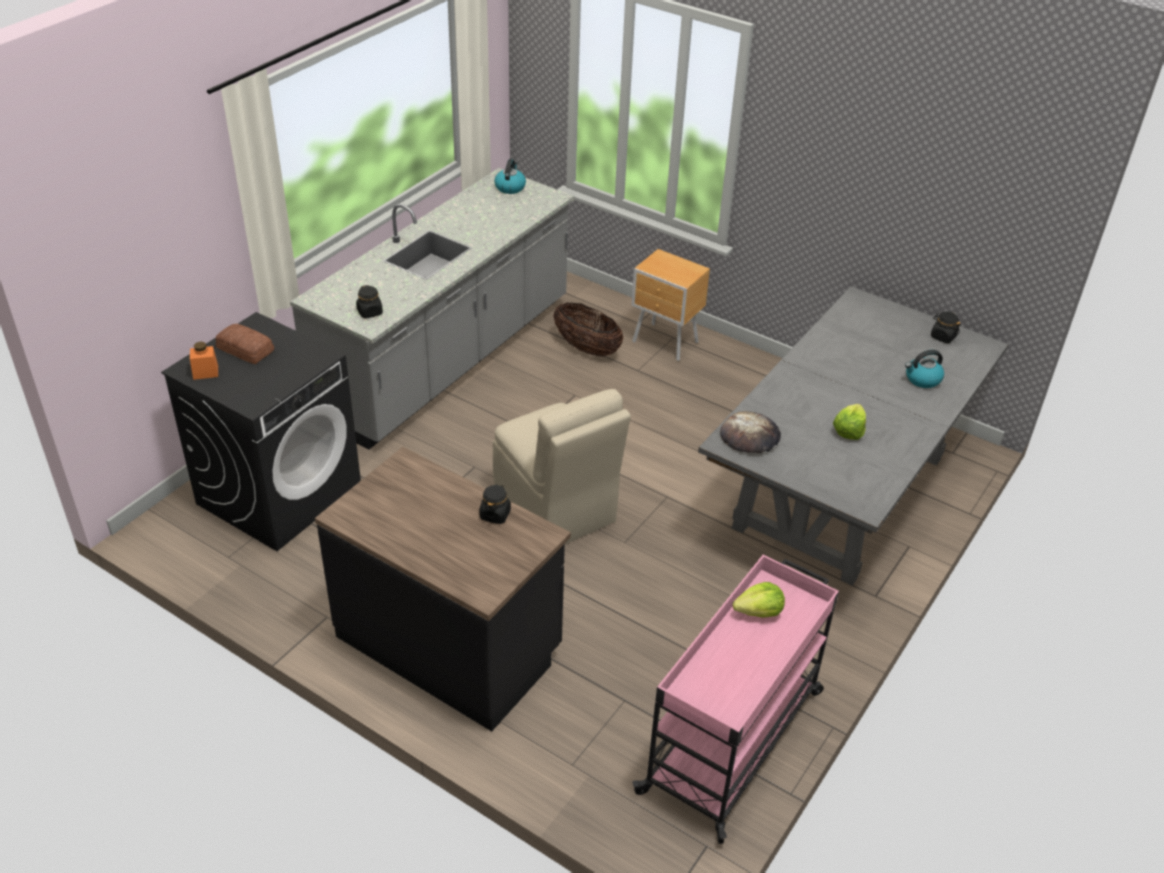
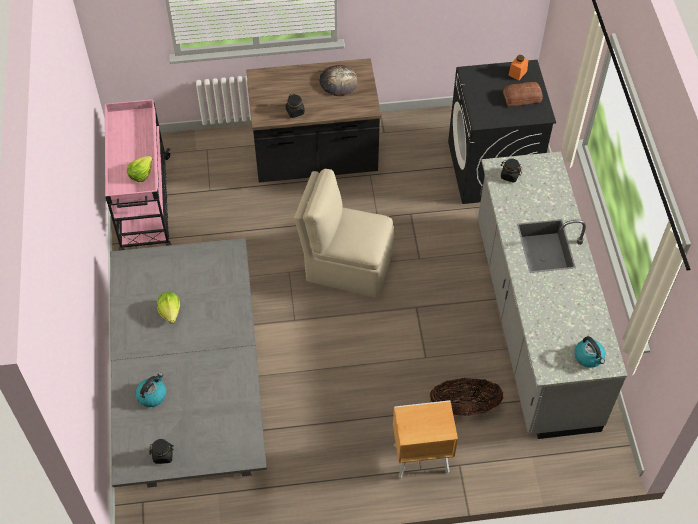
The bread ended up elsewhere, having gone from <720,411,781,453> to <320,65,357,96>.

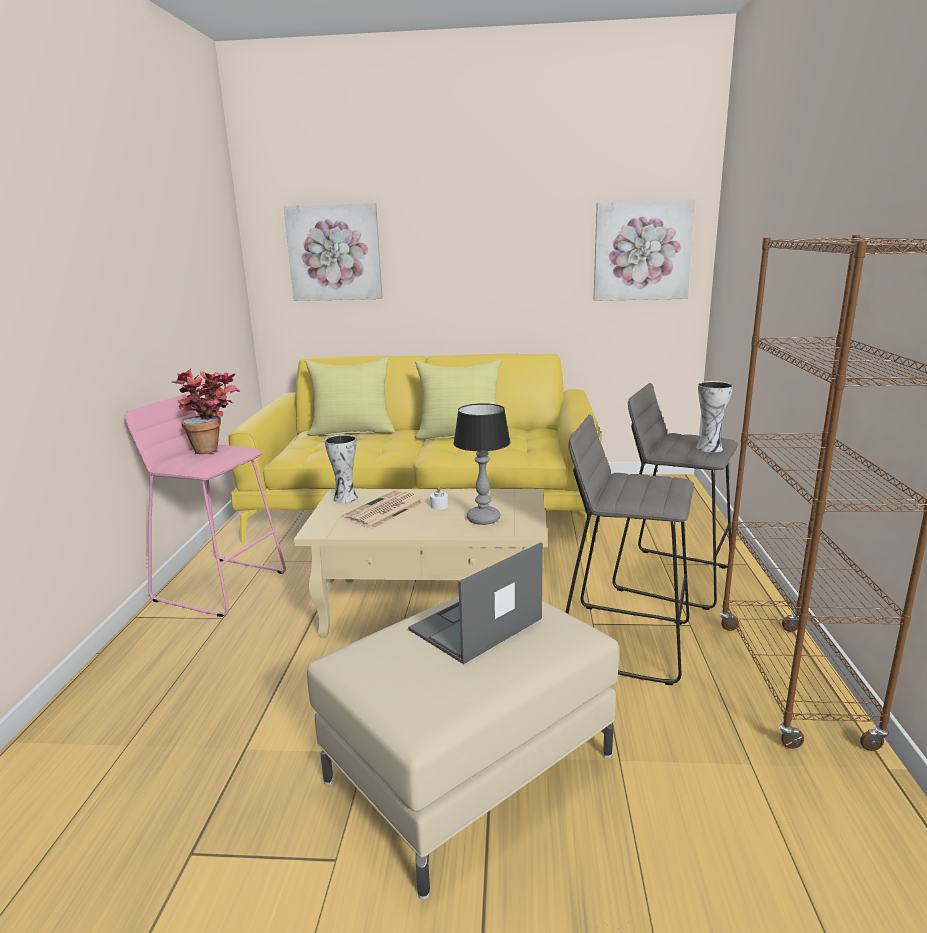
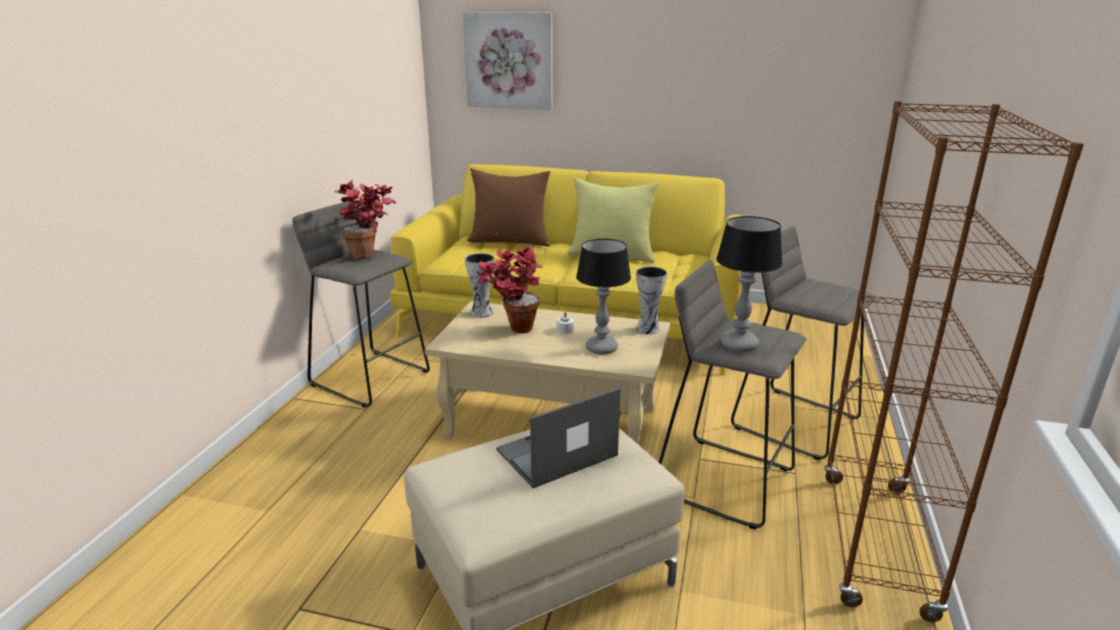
What was the pink sitting stool at <125,395,286,617> turned into the gray sitting stool at <292,202,430,408>. What was the yellow pillow at <305,357,395,436> turned into the brown pillow at <467,168,550,247>. Where the printed paper stood at <341,490,426,529>, the houseplant came to stand at <477,247,543,333>. The second view lost the wall art at <593,199,696,301>. The vase ended up elsewhere, having gone from <696,381,733,452> to <636,266,667,334>. The second view gained the tabletop lamp at <716,216,783,352>.

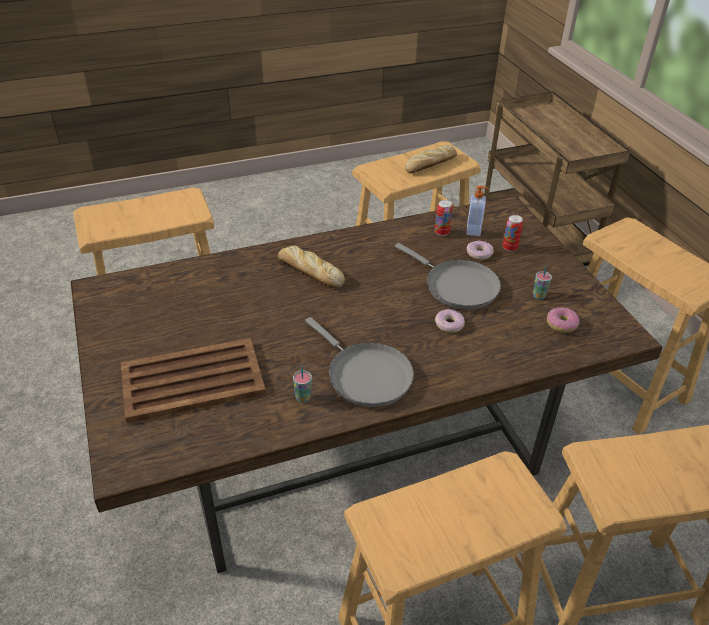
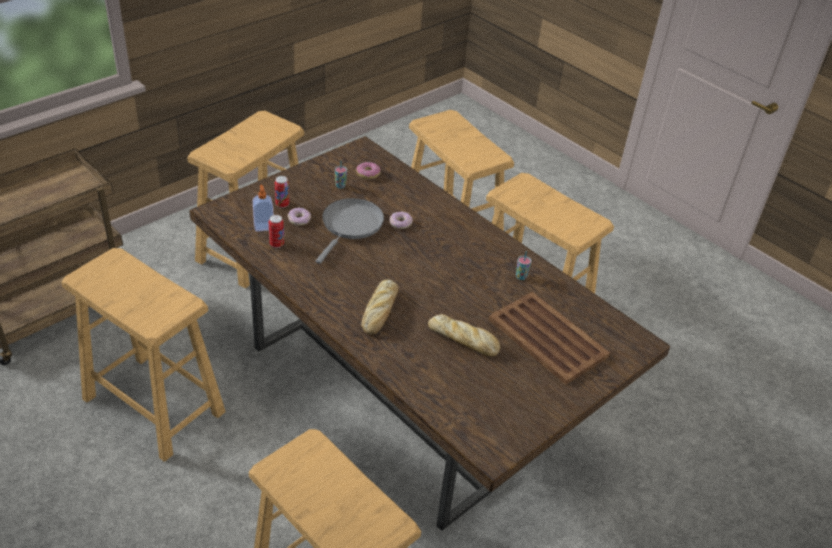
The second view lost the gray frying pan at <305,317,414,407>. The bread ended up elsewhere, having gone from <406,145,457,173> to <428,314,500,357>.

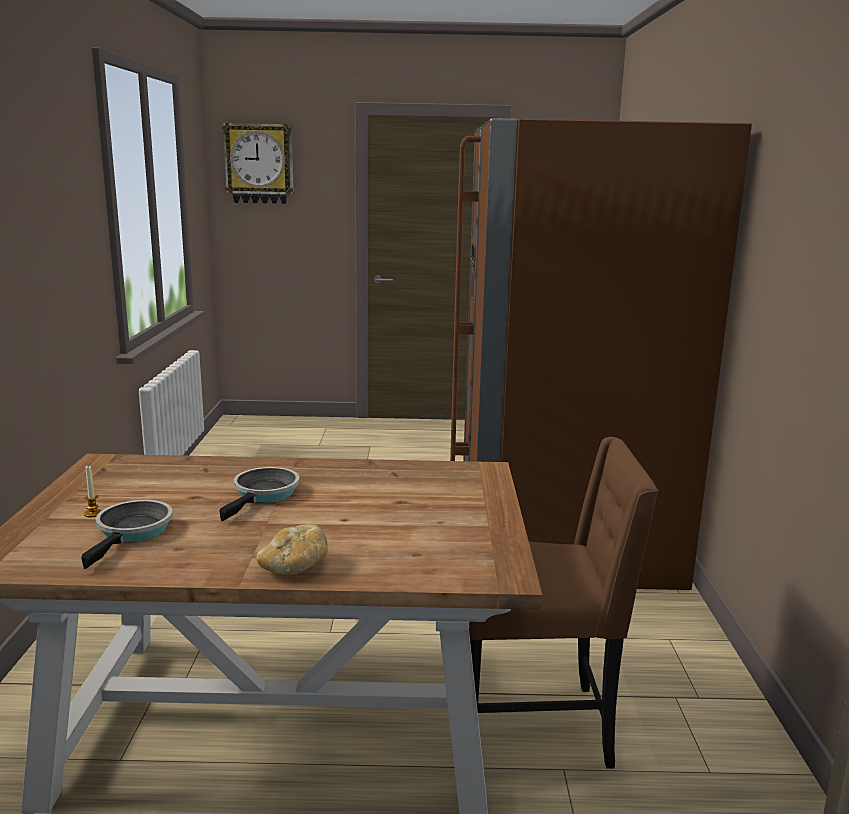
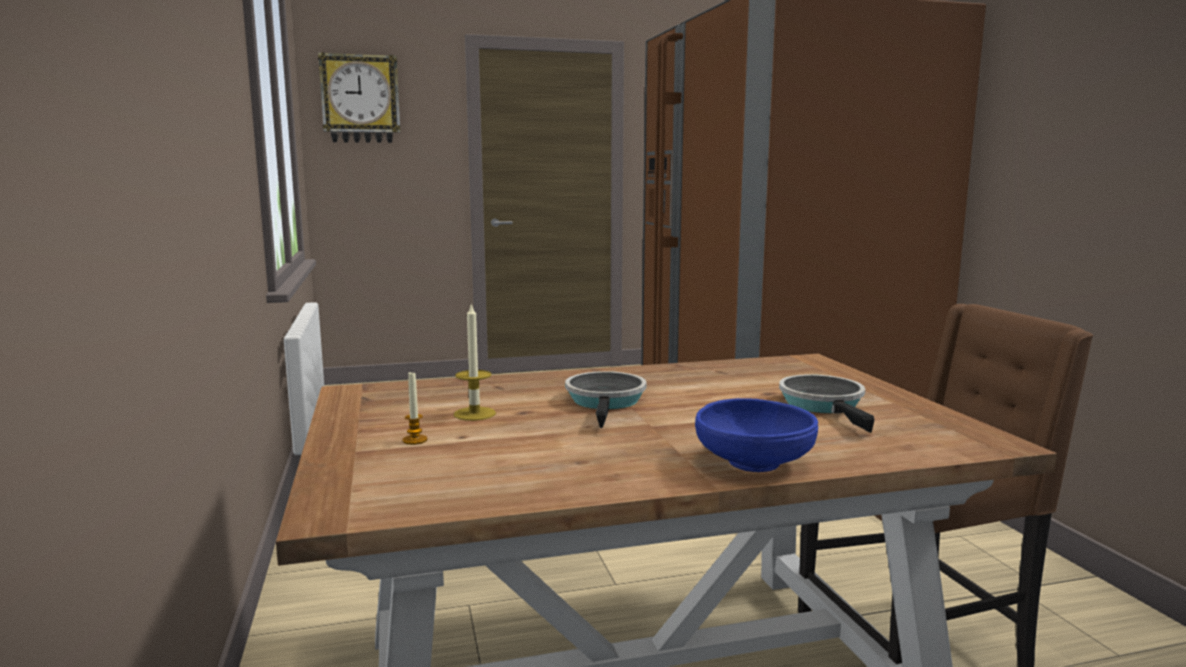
The frying pan ended up elsewhere, having gone from <81,500,173,569> to <779,374,875,433>. Where the bread stood at <256,524,328,575>, the blue serving bowl came to stand at <695,398,818,472>. The second view gained the wax light at <454,305,496,421>.

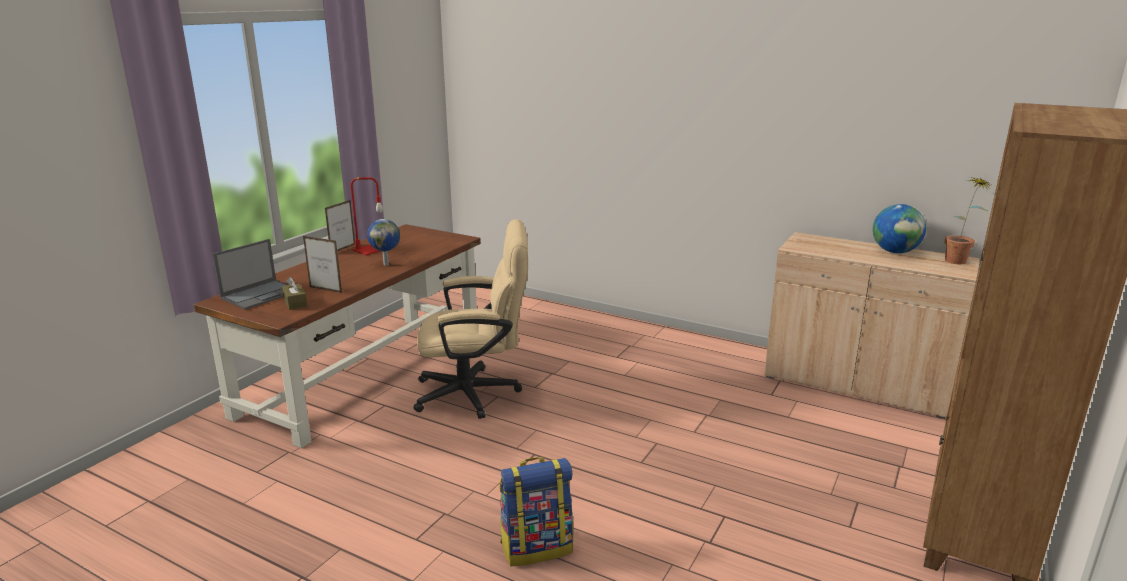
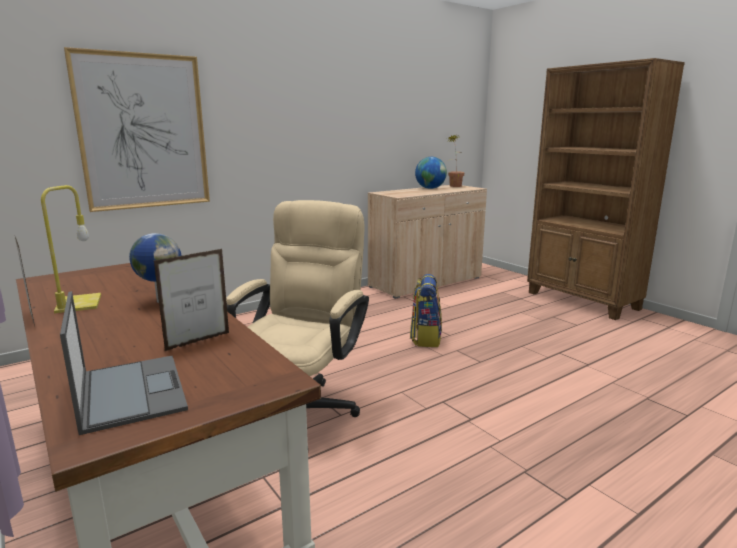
The second view lost the brown tissue box at <282,277,308,310>. What was the reddish tabletop lamp at <351,177,383,256> turned into the yellow tabletop lamp at <41,185,101,313>. The backpack ended up elsewhere, having gone from <499,457,573,566> to <410,274,442,347>. The second view gained the wall art at <64,47,210,212>.

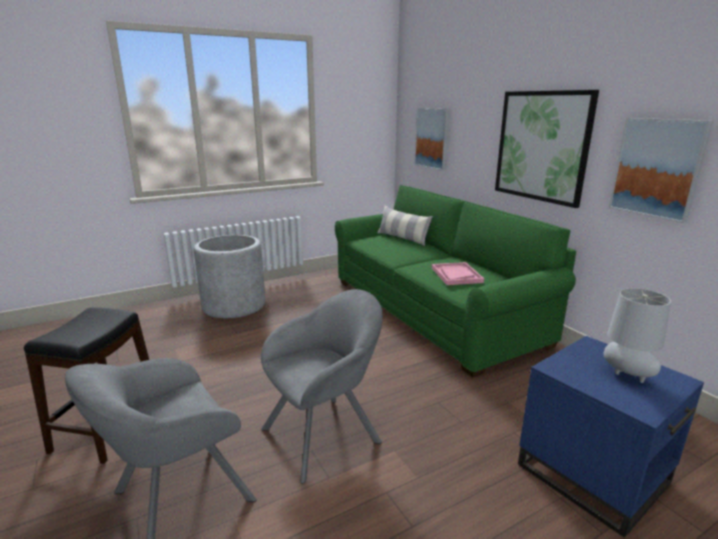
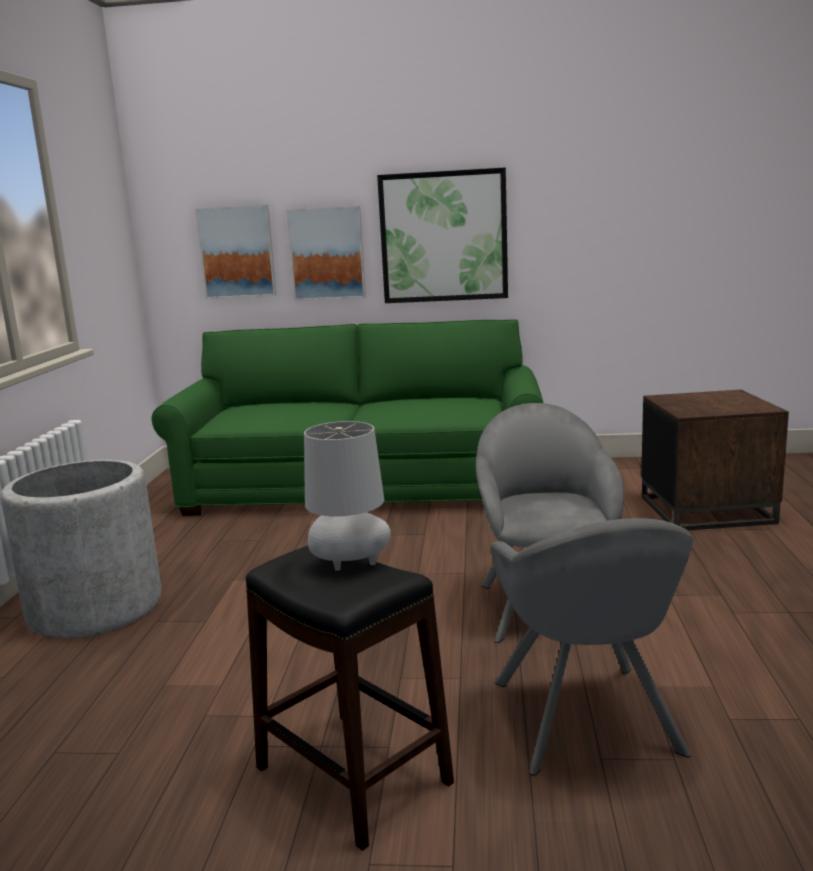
The second view lost the pillow at <377,205,433,246>. The second view lost the pink serving tray at <432,262,484,285>. What was the blue end table at <518,336,704,538> turned into the brown end table at <641,390,789,530>. The gray tabletop lamp ended up elsewhere, having gone from <603,288,671,383> to <304,421,391,571>. The wall art ended up elsewhere, having gone from <609,118,713,223> to <286,206,366,301>.

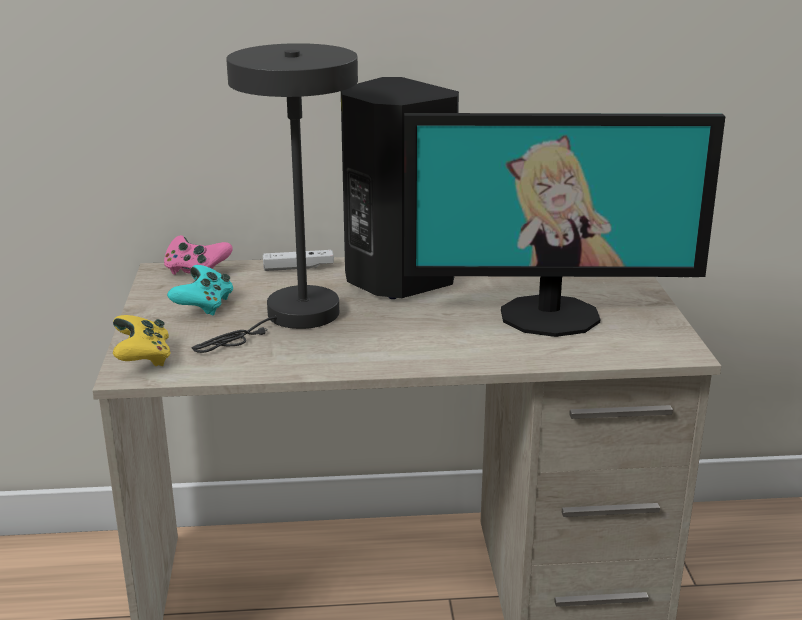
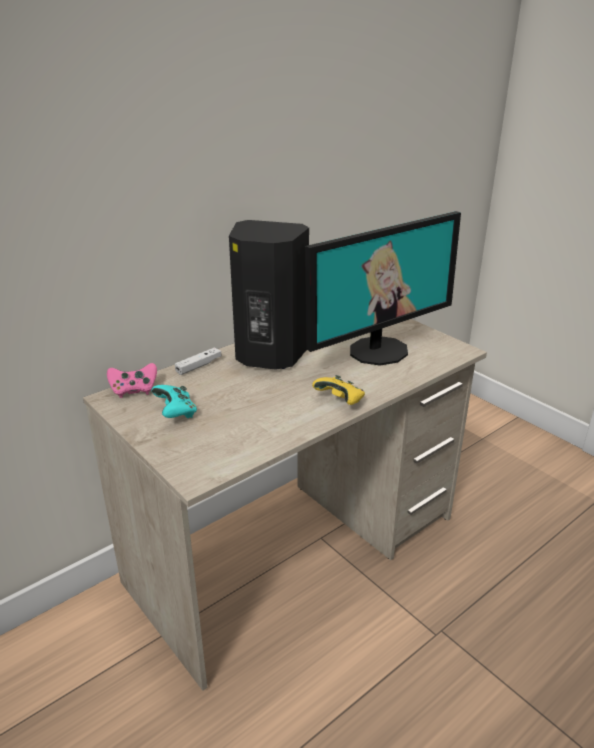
The yellow joypad ended up elsewhere, having gone from <113,315,171,366> to <312,375,365,405>. The second view lost the gray tabletop lamp at <192,43,358,353>.

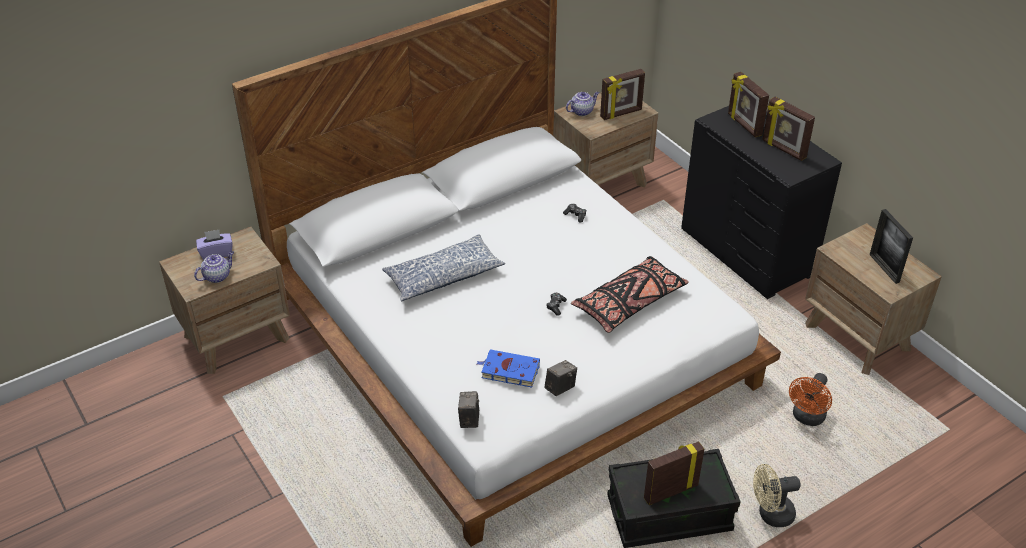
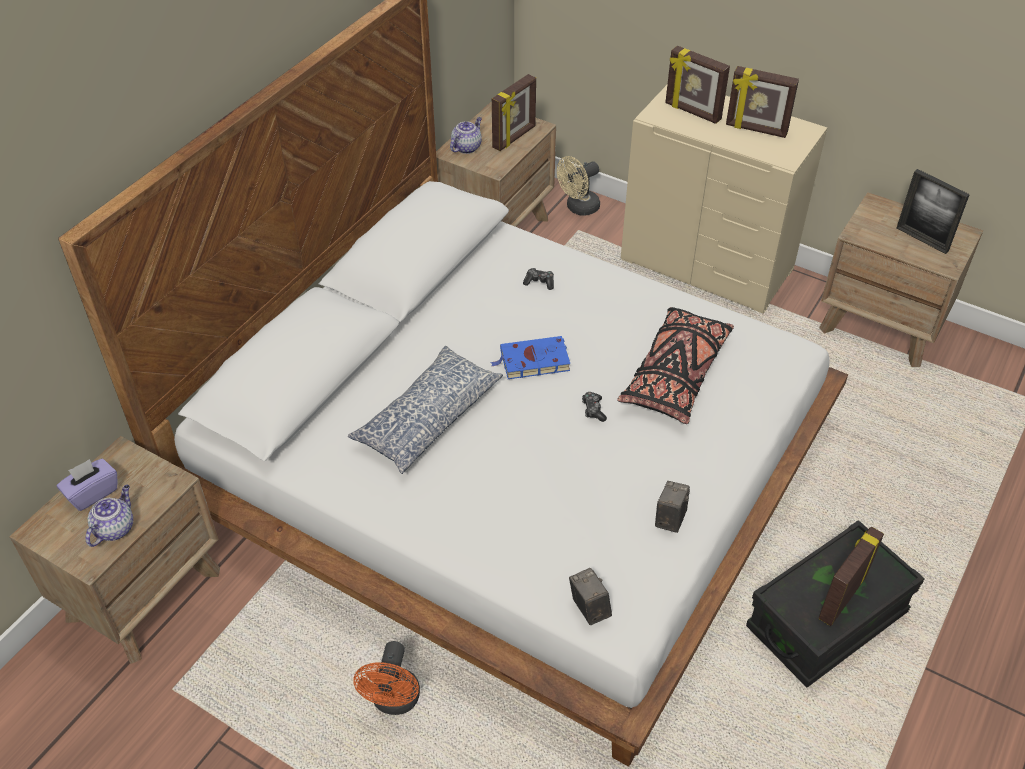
The blue volume ended up elsewhere, having gone from <477,349,540,388> to <490,336,570,379>. What was the black chest of drawers at <681,106,842,299> turned into the sand-coloured chest of drawers at <621,85,827,314>. The sand-coloured electric fan ended up elsewhere, having gone from <753,464,801,527> to <557,156,600,215>. The orange-coloured electric fan ended up elsewhere, having gone from <789,373,832,426> to <353,641,420,715>.

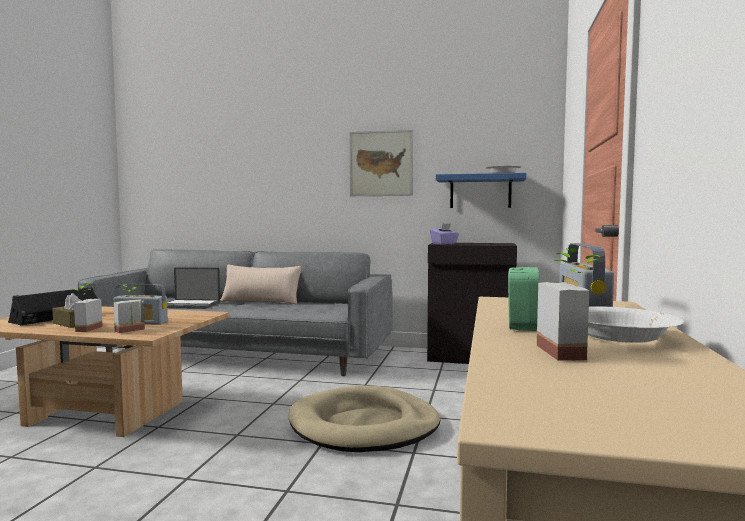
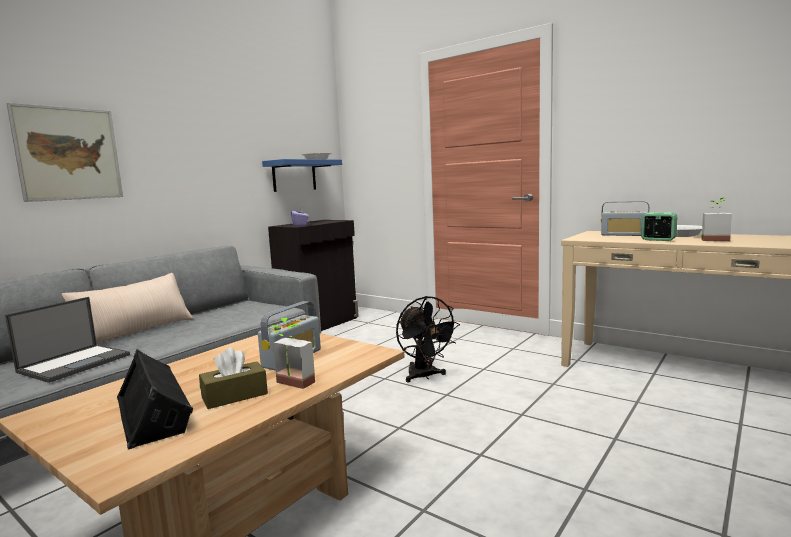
The second view lost the houseplant at <114,285,145,333>. Where the sand-coloured dog bed stood at <288,385,440,452>, the black electric fan came to stand at <396,296,460,383>. The wall art ended up elsewhere, having gone from <350,130,413,196> to <6,103,123,202>.

